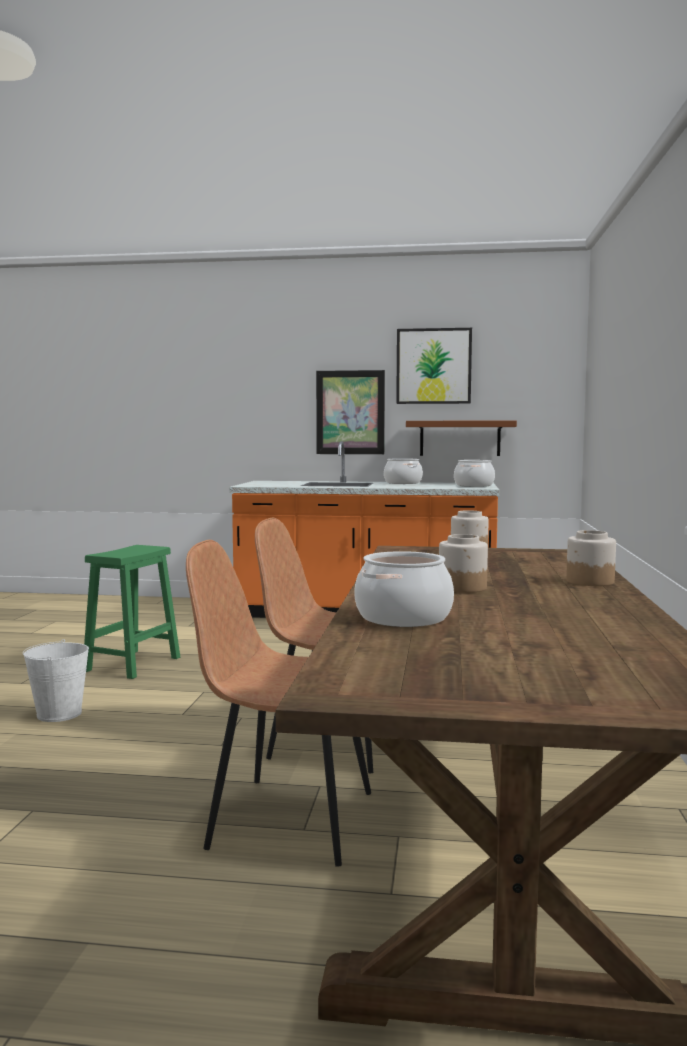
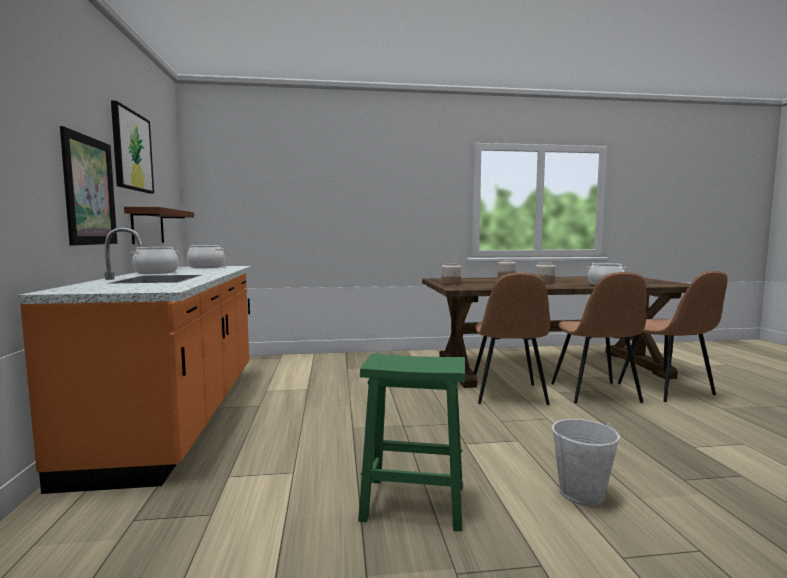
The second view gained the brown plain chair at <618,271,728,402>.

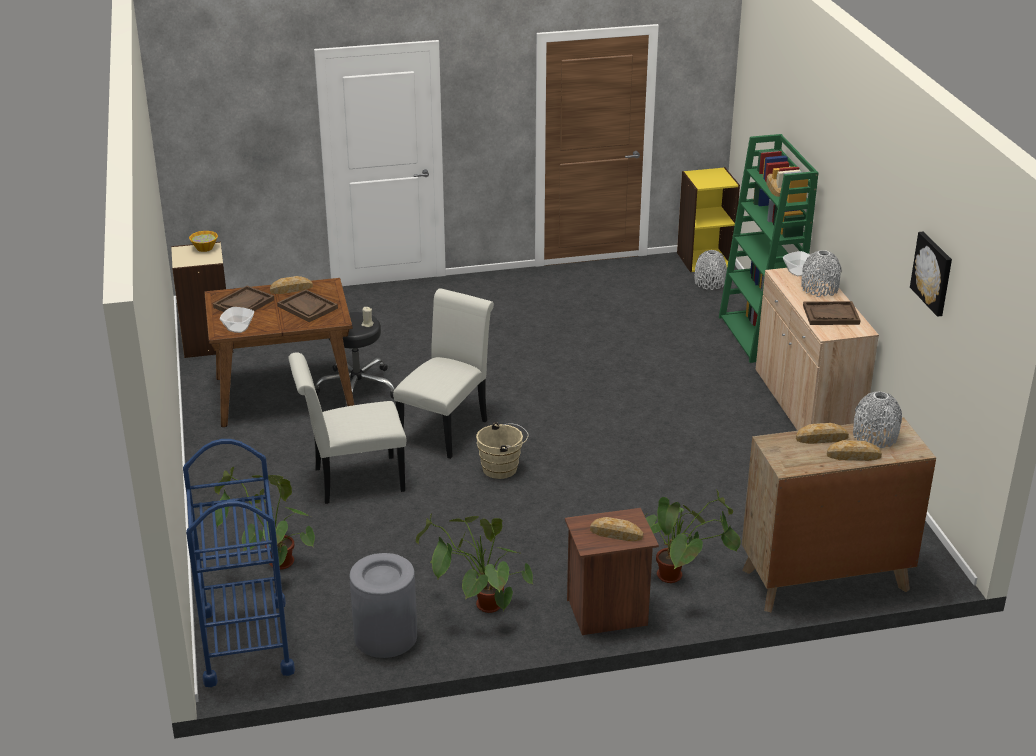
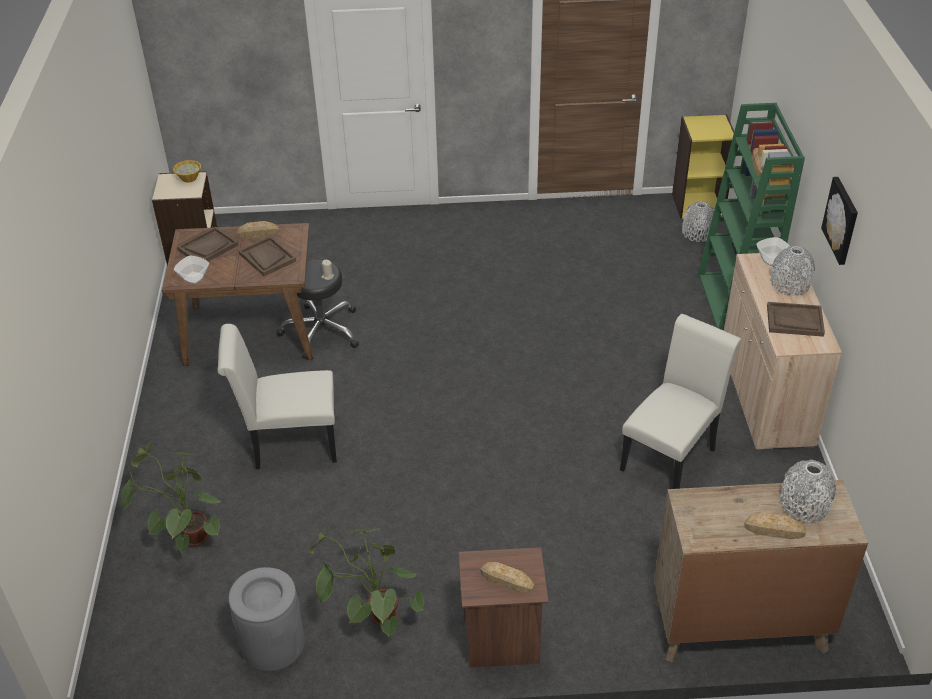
The second view lost the blue cart at <183,439,295,687>. The white-coloured plain chair ended up elsewhere, having gone from <393,288,494,459> to <620,314,742,489>. The second view lost the sand-coloured bucket at <476,422,529,479>. The second view lost the houseplant at <645,489,740,583>. The second view lost the bread at <796,423,849,444>. The wall art ended up elsewhere, having gone from <910,232,952,317> to <821,177,858,265>.

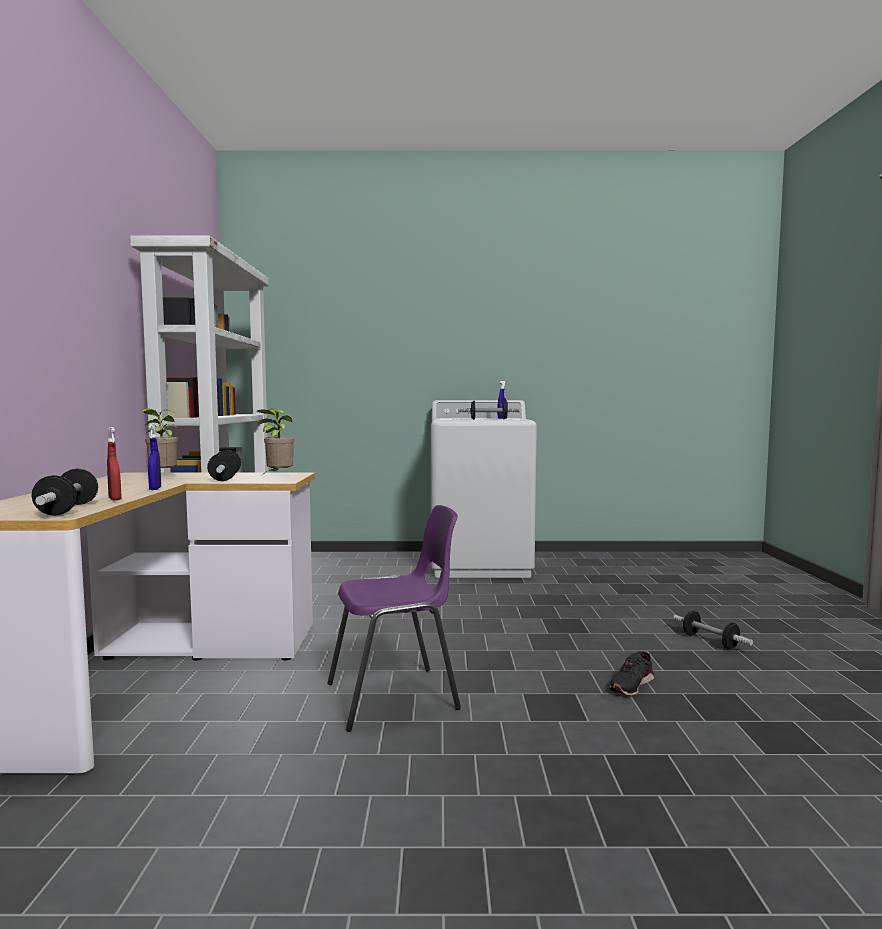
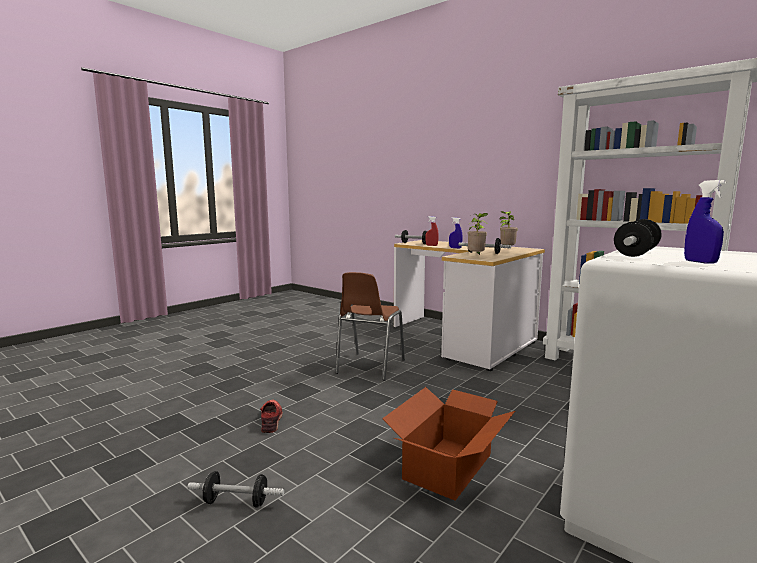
What was the purplish plain chair at <327,505,461,732> turned into the brown plain chair at <335,272,405,381>. What was the black item of footwear at <609,651,654,696> turned into the reddish item of footwear at <260,400,283,433>. The second view gained the cardboard box at <382,387,515,501>.

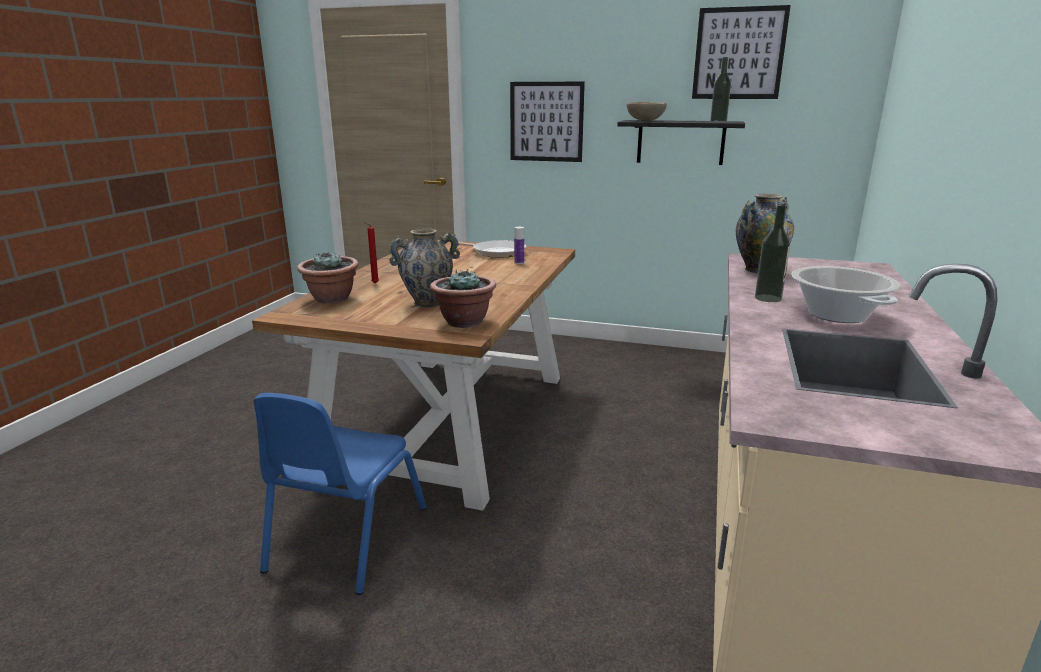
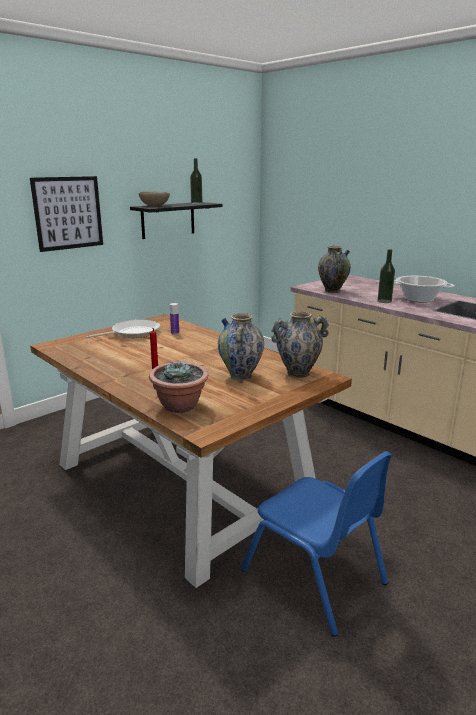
Where the houseplant stood at <430,269,496,328>, the vase came to stand at <271,311,329,378>. The second view lost the wall art at <692,5,791,99>.

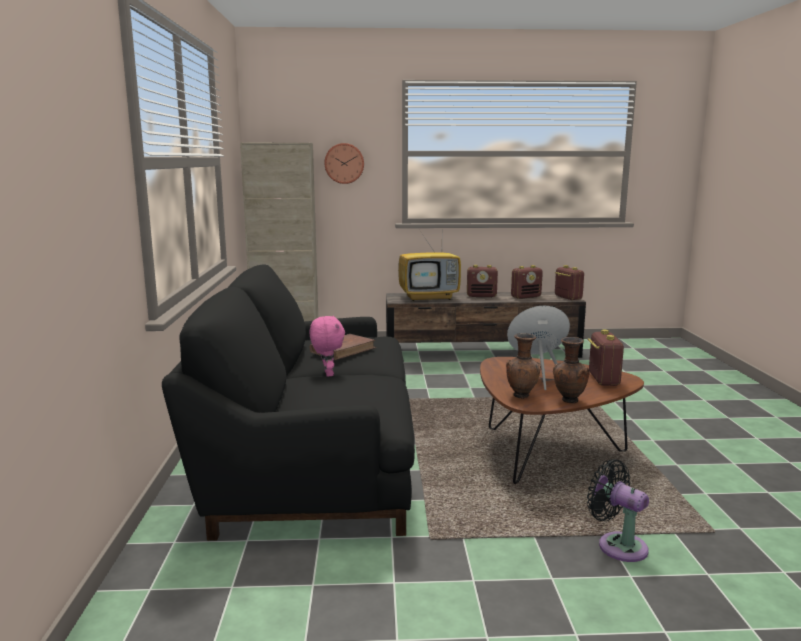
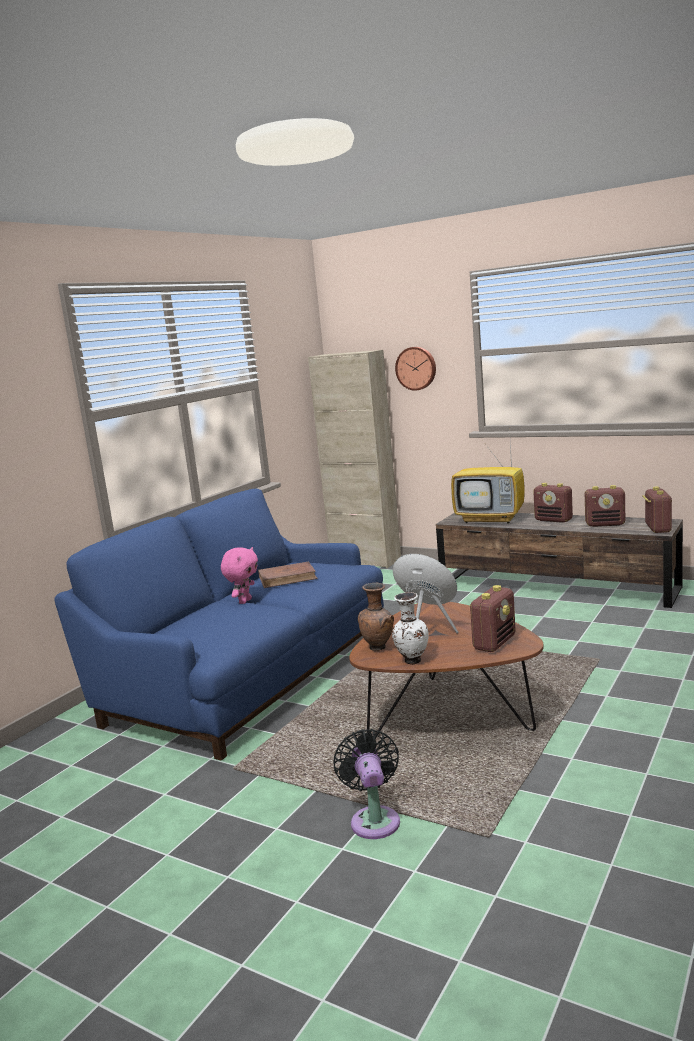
What was the black sofa at <162,264,415,541> turned into the blue sofa at <54,489,384,761>. What was the brown vase at <553,337,590,403> turned into the white-coloured vase at <392,592,428,665>.

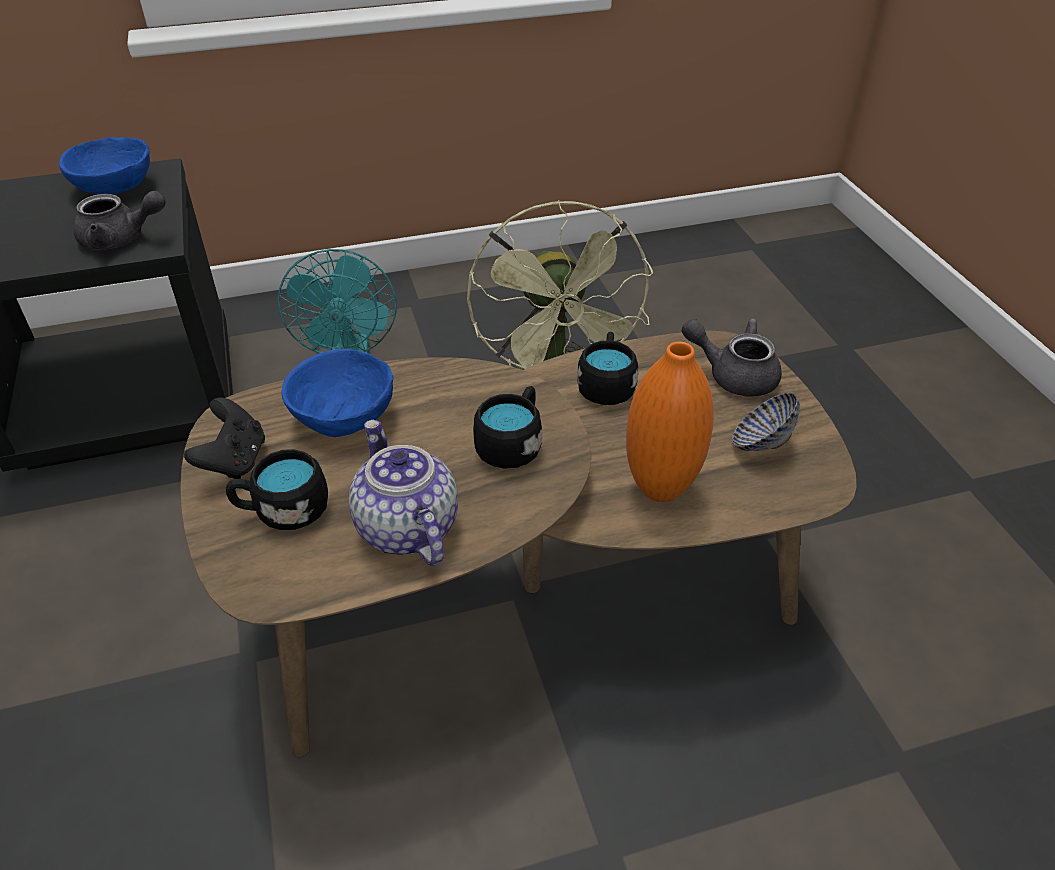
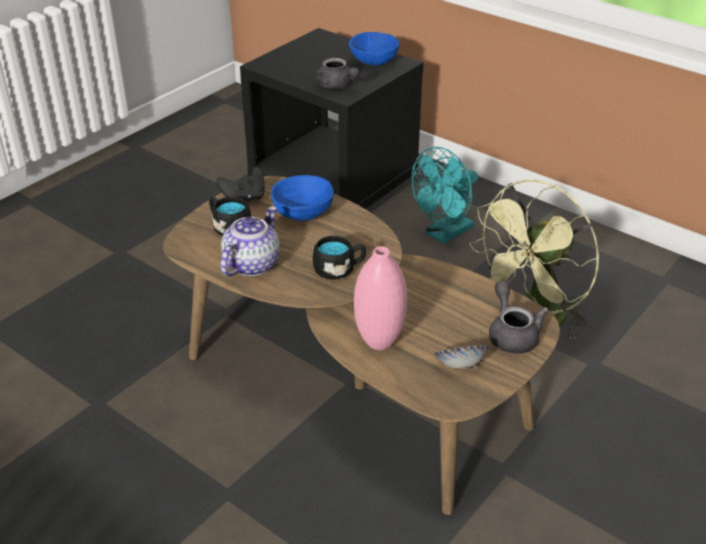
The second view lost the black tea mug at <577,331,638,405>. What was the orange-coloured vase at <626,342,714,502> turned into the pink vase at <354,246,407,350>.

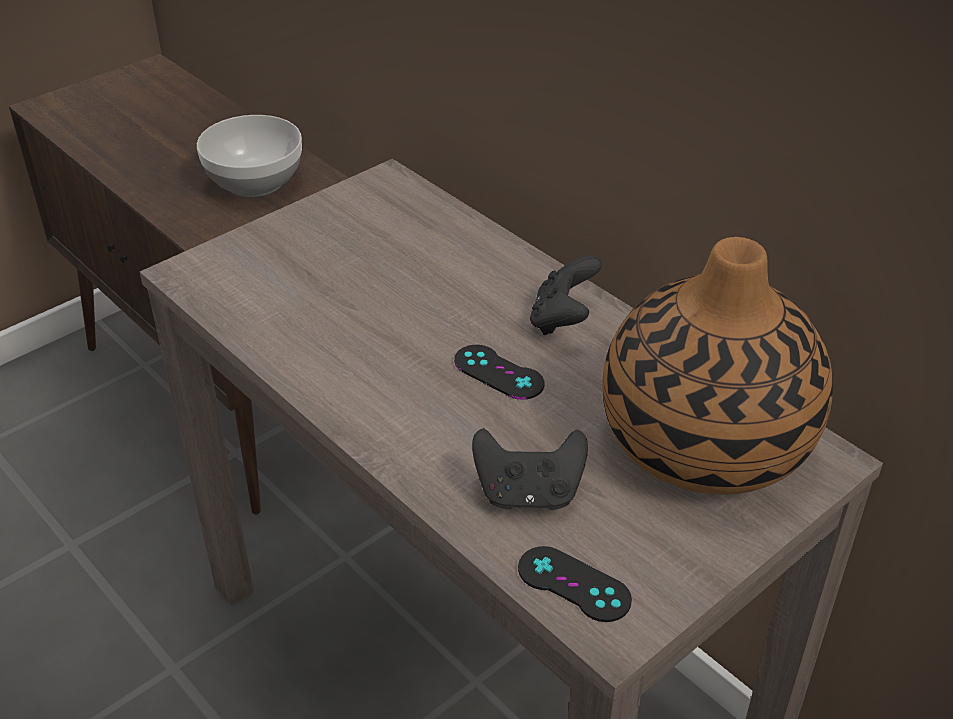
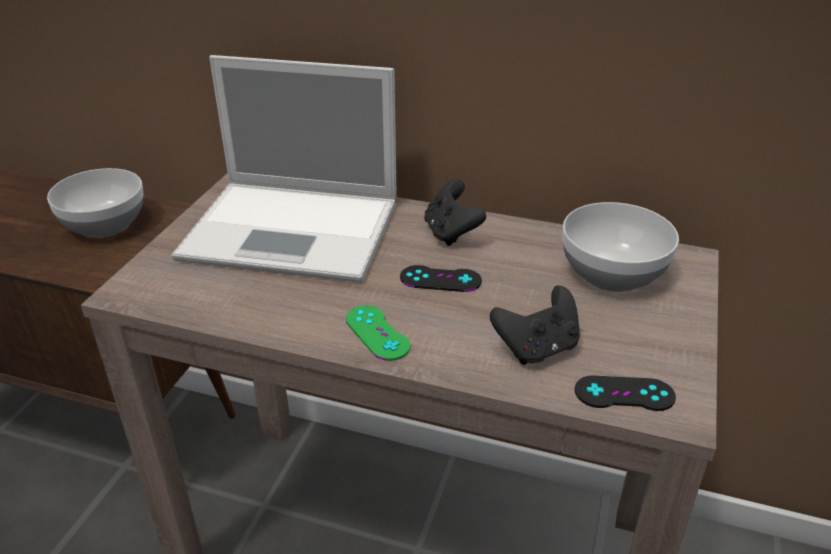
Where the vase stood at <602,237,833,495>, the serving bowl came to stand at <562,202,679,292>. The second view gained the notebook computer at <172,55,397,283>. The second view gained the green joypad at <346,306,411,361>.

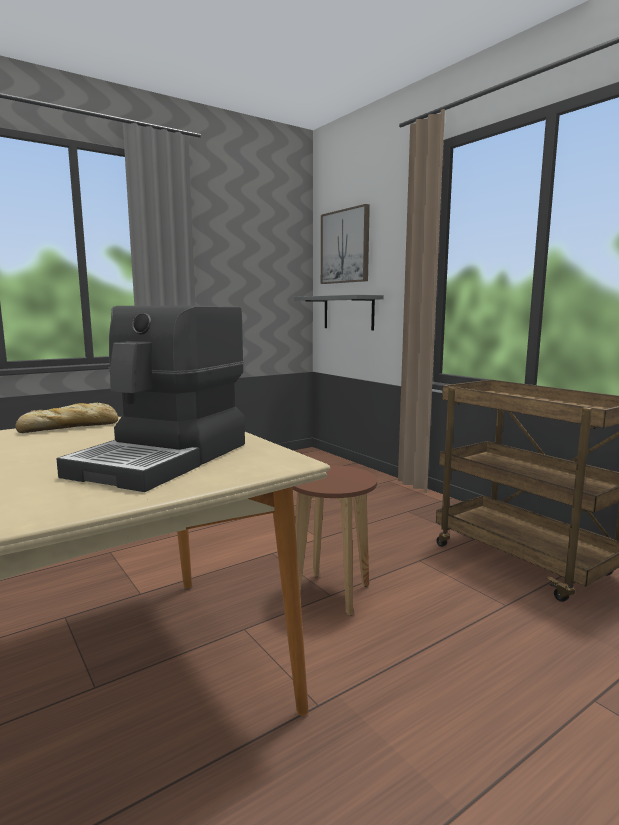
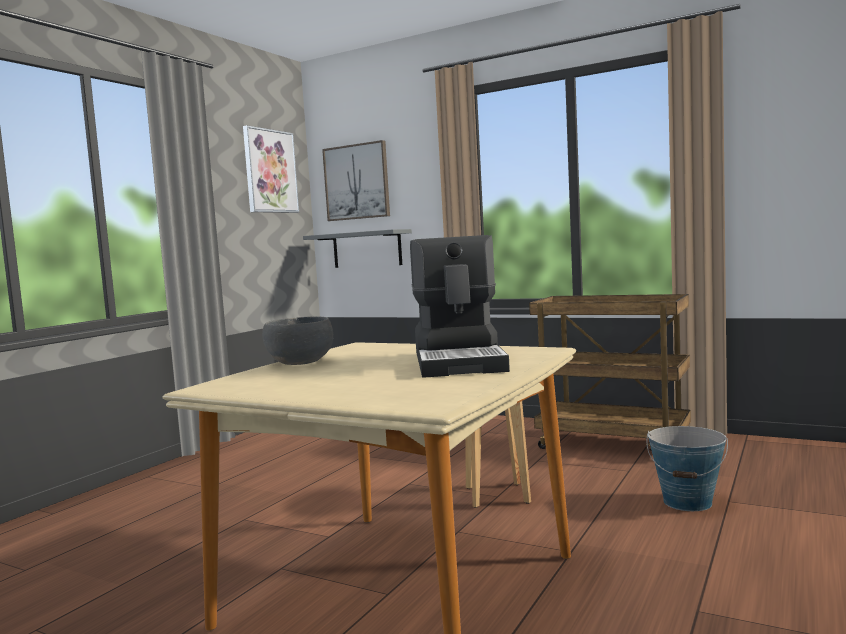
Where the bread stood at <15,403,118,433>, the gray serving bowl came to stand at <262,317,333,365>. The second view gained the wall art at <243,125,299,213>. The second view gained the bucket at <646,426,728,511>.

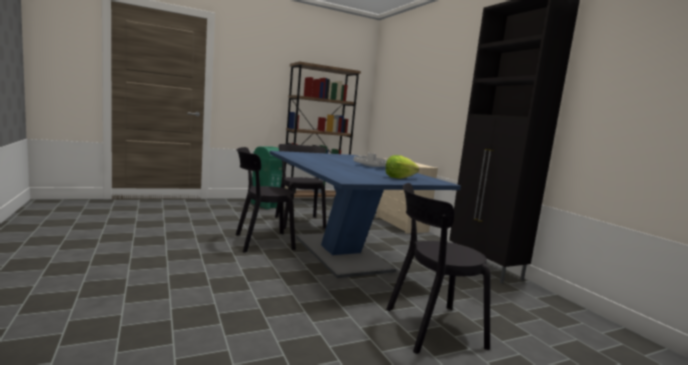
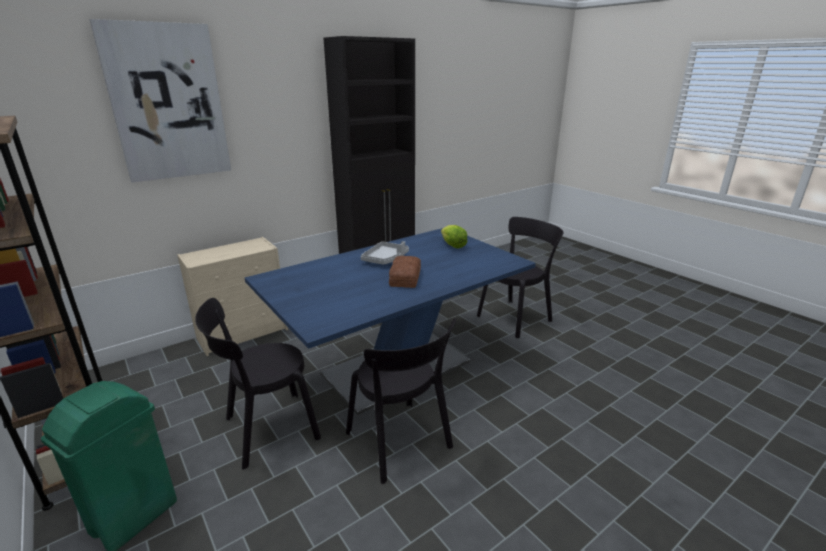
The black plain chair at <386,183,491,354> ended up facing another way, 105 degrees counterclockwise from before. The second view gained the wall art at <90,19,231,183>. The second view gained the bread at <389,256,421,288>.

